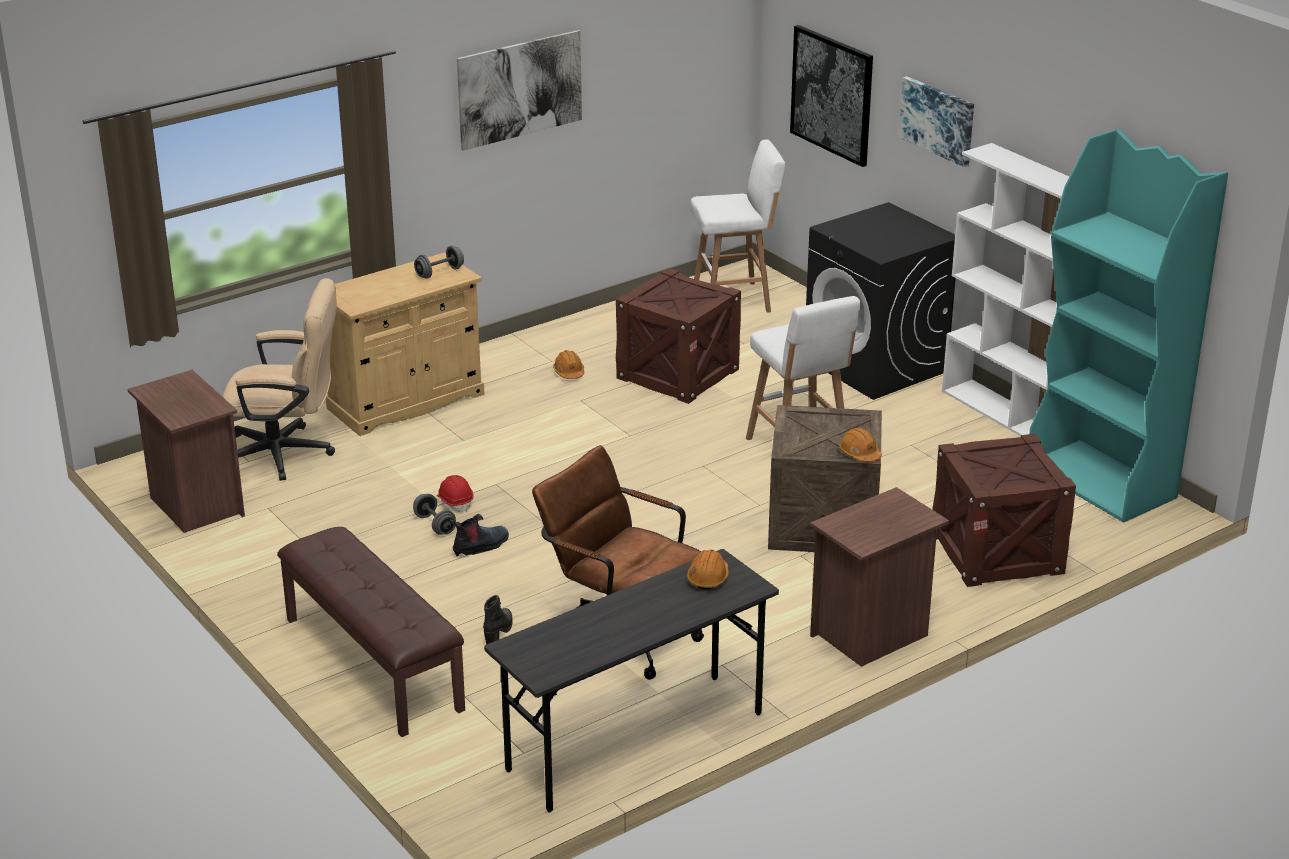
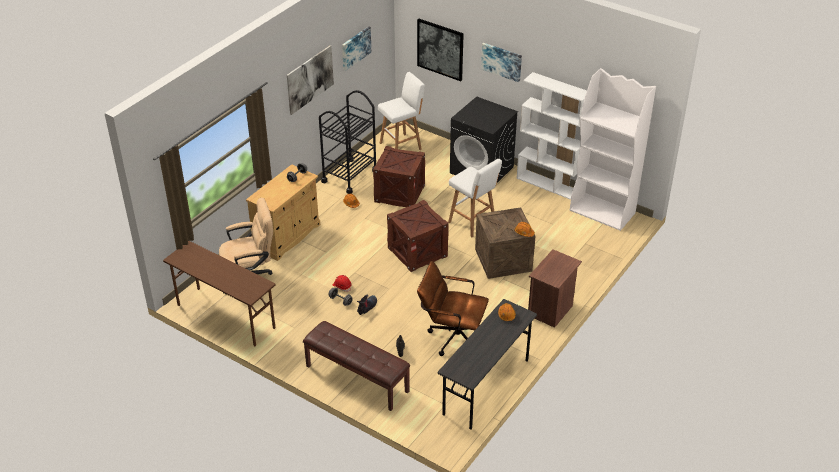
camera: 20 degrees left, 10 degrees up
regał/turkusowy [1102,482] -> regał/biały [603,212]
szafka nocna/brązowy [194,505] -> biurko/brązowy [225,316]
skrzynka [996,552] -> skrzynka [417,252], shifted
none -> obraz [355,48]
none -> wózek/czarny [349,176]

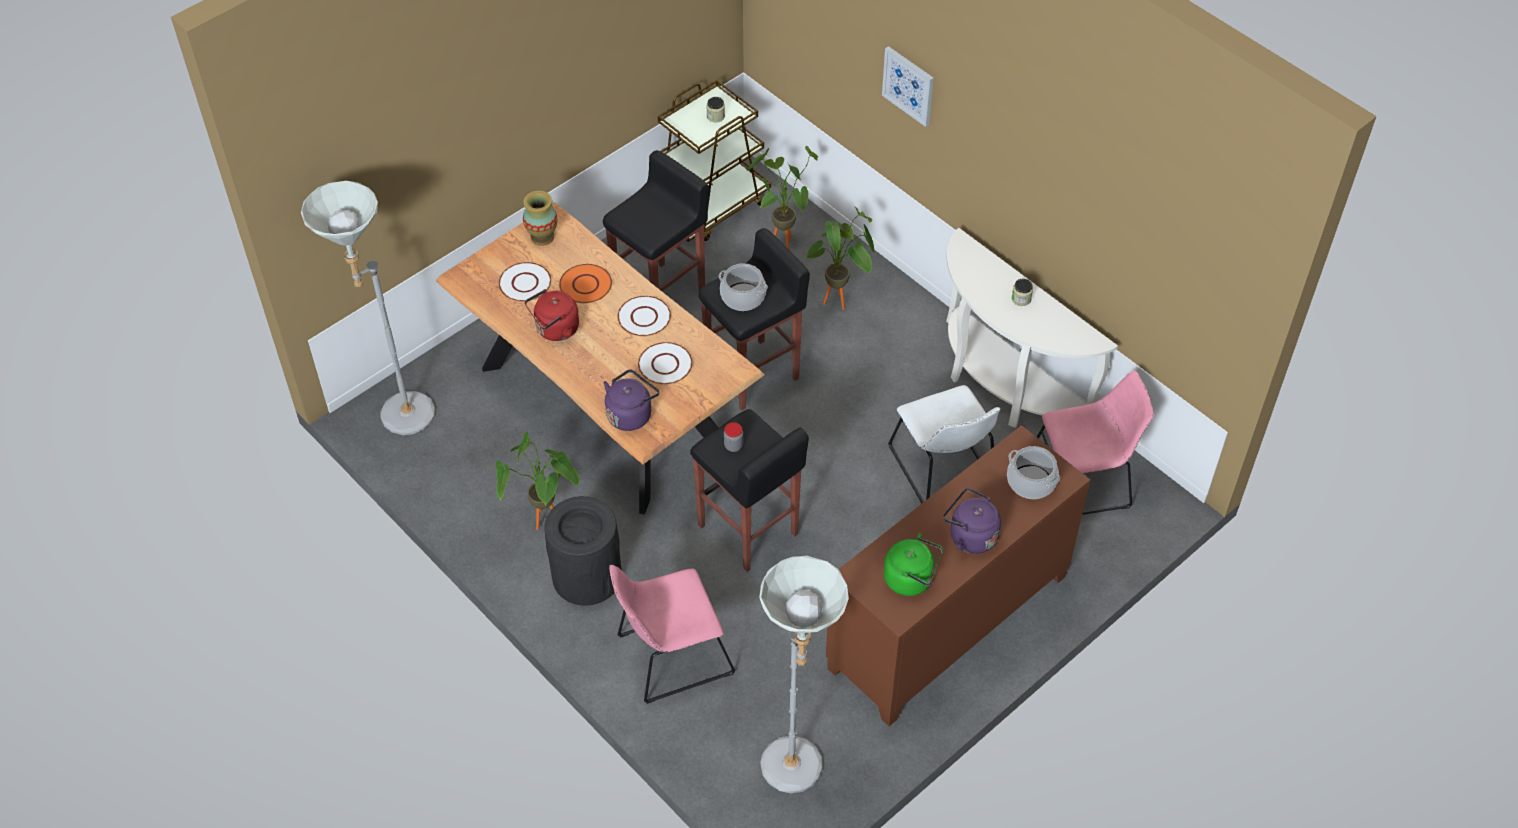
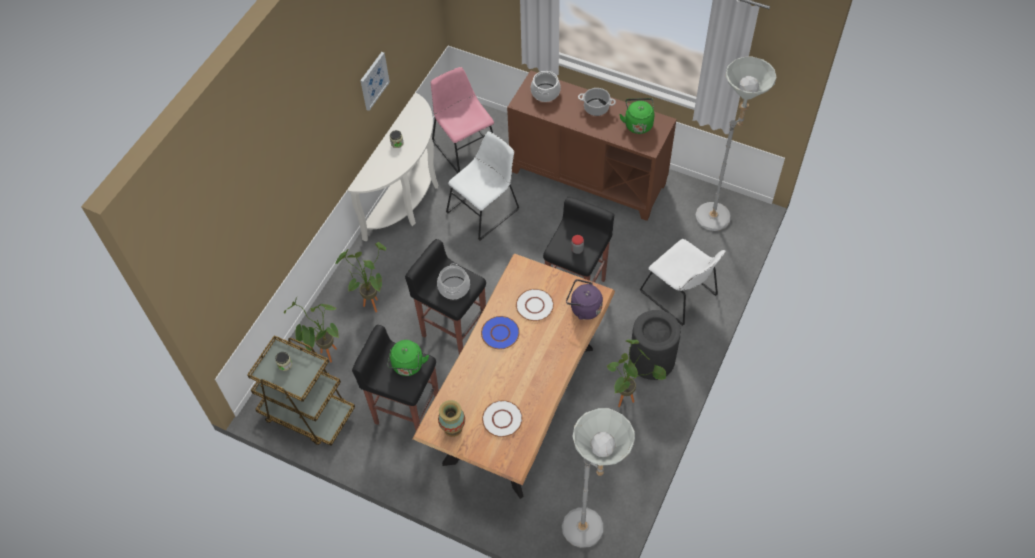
camera: 110 degrees left, 5 degrees up
obraz [908,85] -> obraz [374,80], shifted
talerz/pomarańczowy [585,285] -> none
czajnik/czerwony [555,330] -> none
talerz/biały [644,317] -> talerz/niebieski [500,333]
czajnik/fioletowy [970,536] -> garnek [596,108]
krzesło/różowy [670,656] -> krzesło/biały [681,295]
none -> czajnik/zielony [408,366]

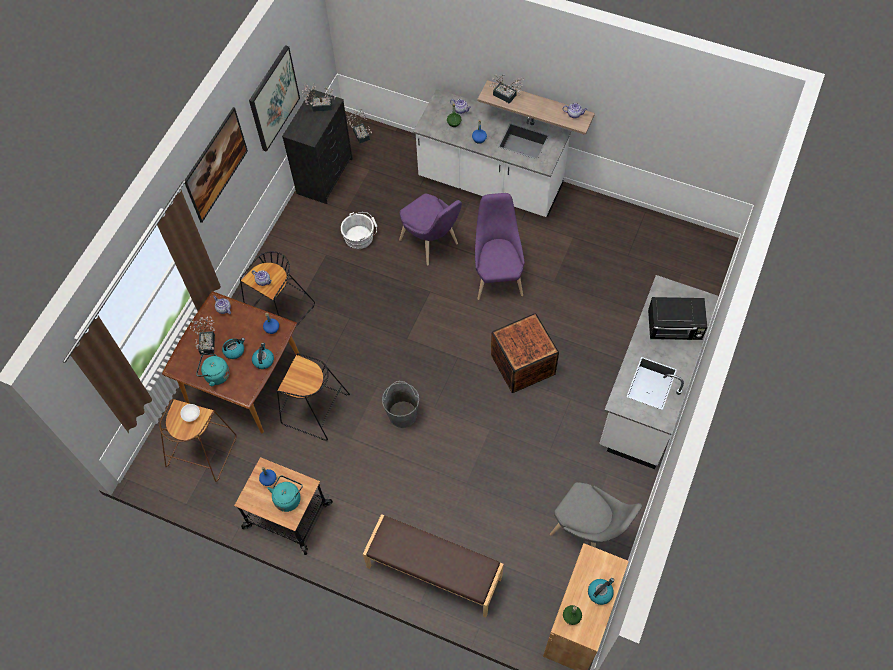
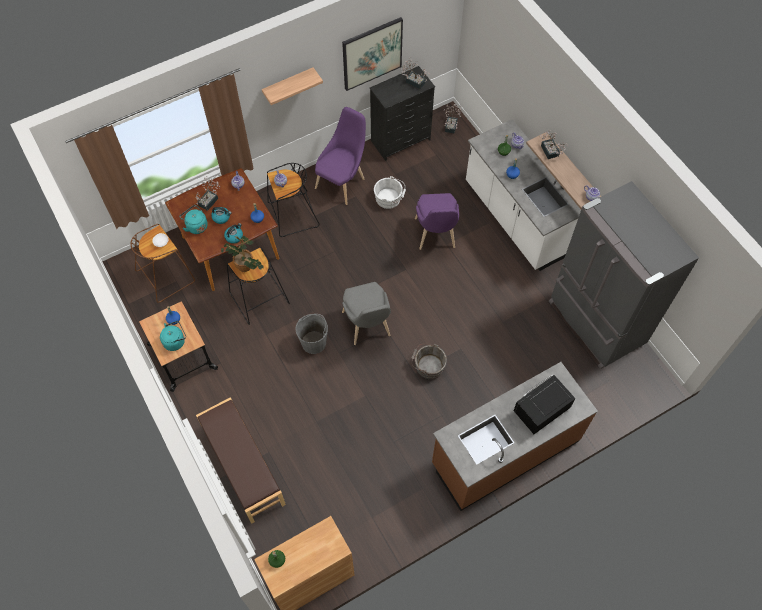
camera: 35 degrees right, 0 degrees up
obraz [220,175] -> półka [288,85]
krzesło/fioletowy [497,276] -> krzesło/fioletowy [342,181], shifted
zabudowa kuchenna/biały [648,392] -> zabudowa kuchenna/brązowy [504,452]
mikrofalówka/czarny [674,328] -> mikrofalówka/czarny [540,411], 105 degrees clockwise
skrzynka [522,364] -> wiadro/szary [428,366]
krzesło/szary [588,531] -> krzesło/szary [368,327], shifted
czajnik [600,592] -> none
none -> lodówka/szary [594,323]
none -> roślina doniczkowa [246,269]

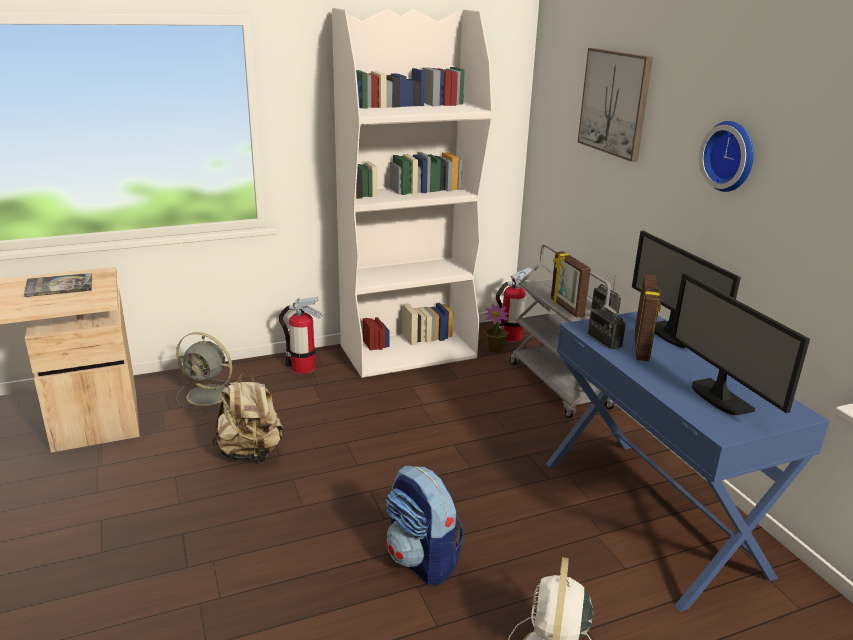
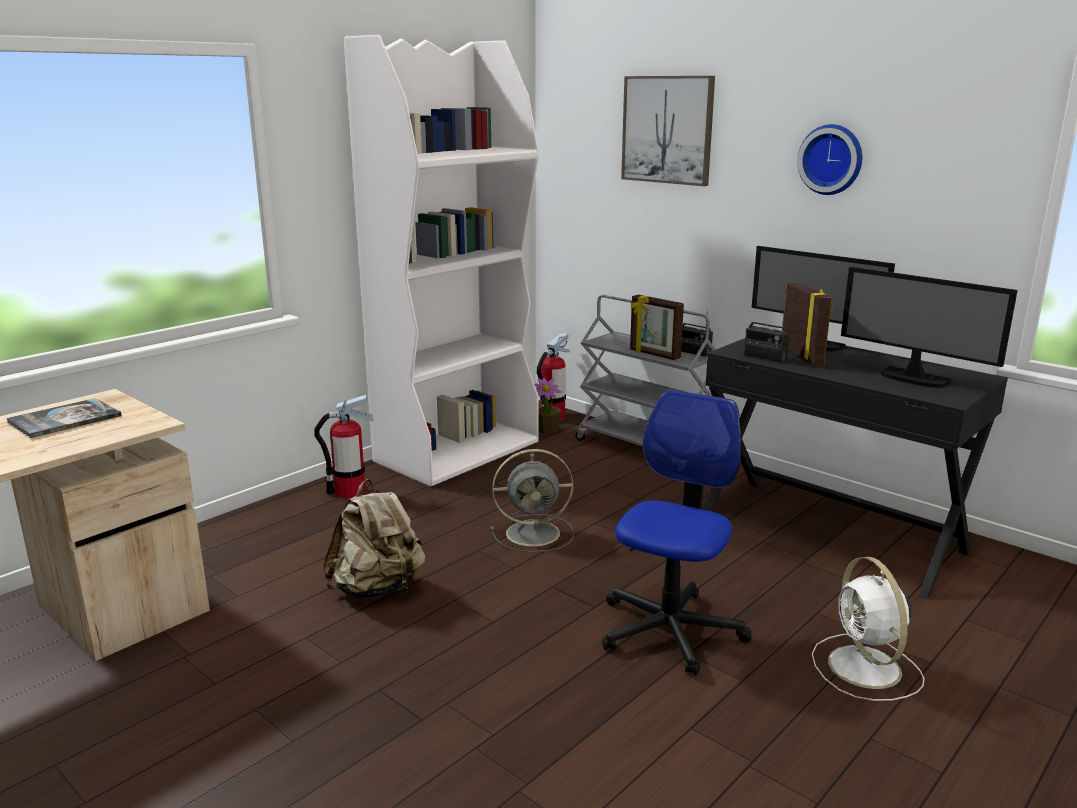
camera: 25 degrees left, 5 degrees down
biurko/niebieski [651,515] -> biurko/czarny [831,532]
wentylator/szary [209,395] -> wentylator/szary [535,533], shifted
plecak [422,560] -> krzesło biurowe [670,630]

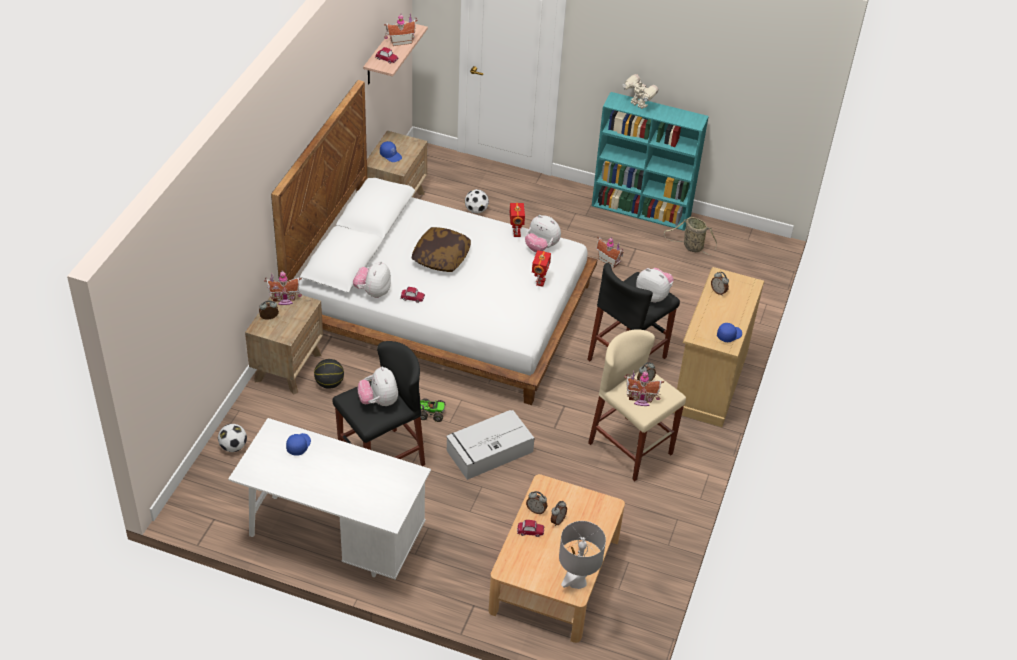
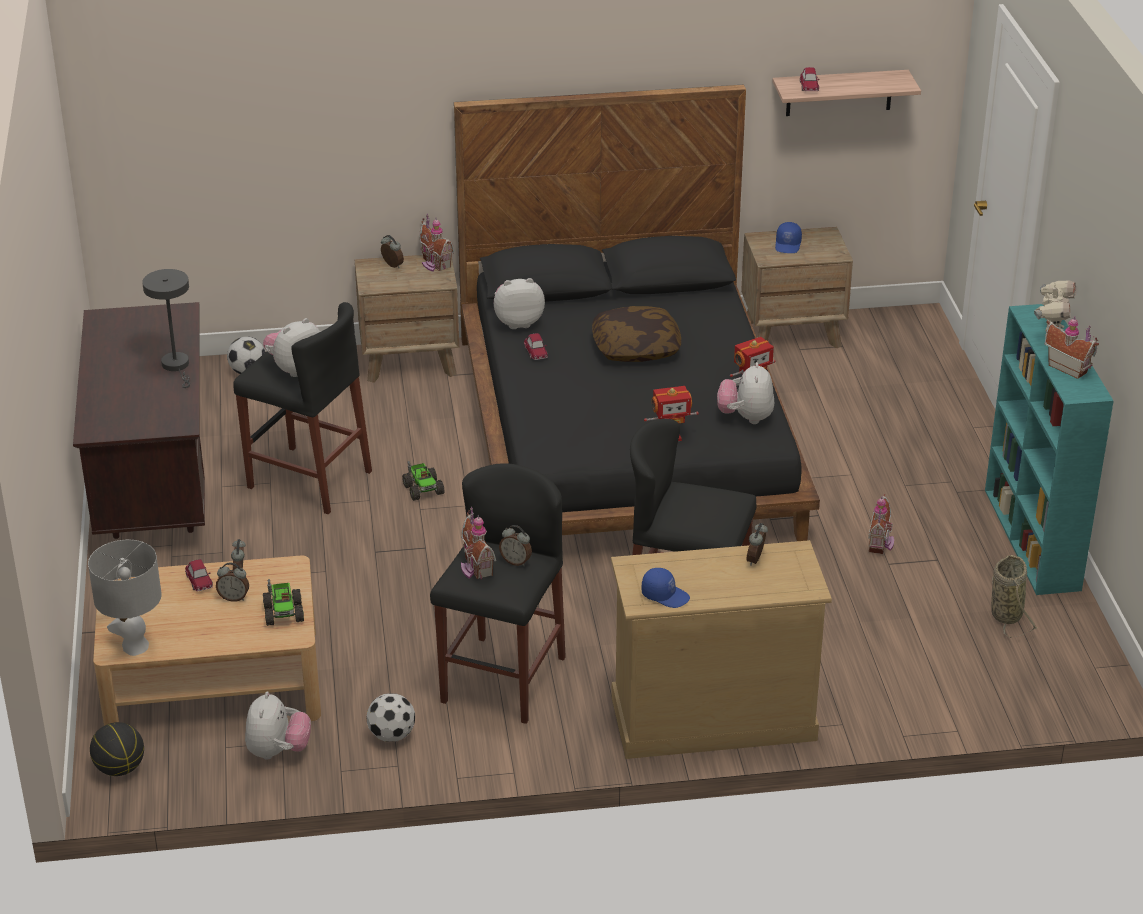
camera: 65 degrees right, 10 degrees down
domek [400,41] -> domek [1069,367], shifted
łóżko/biały [443,307] -> łóżko/czarny [628,434]
piłka futbolowa [476,210] -> piłka futbolowa [391,735], shifted
pluszak [653,296] -> pluszak [278,751], shifted
stołek/beżowy [630,448] -> stołek/czarny [503,680]
piłka do koszykówki [329,383] -> piłka do koszykówki [119,769], shifted
pojemnik do przechowywania/szary [488,451] -> none
biurko/biały [334,539] -> biurko/brązowy [154,489]
czapka z daszkiem/niebieski [298,445] -> none
none -> lampa stołowa/szary [177,366]
none -> ciężarówka zabawkowa [284,613]

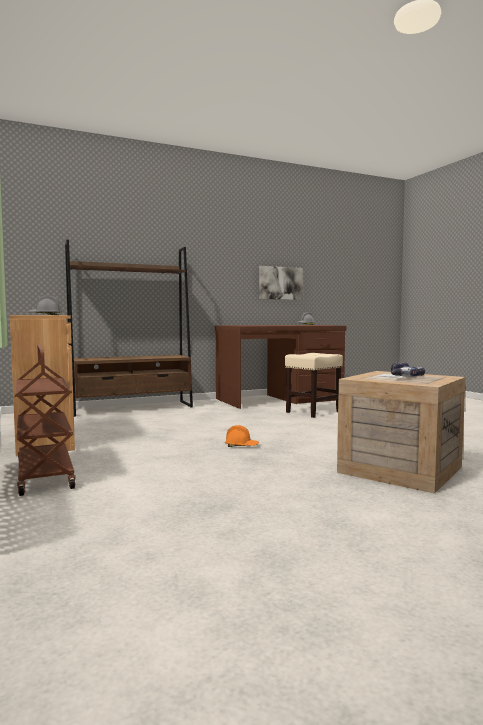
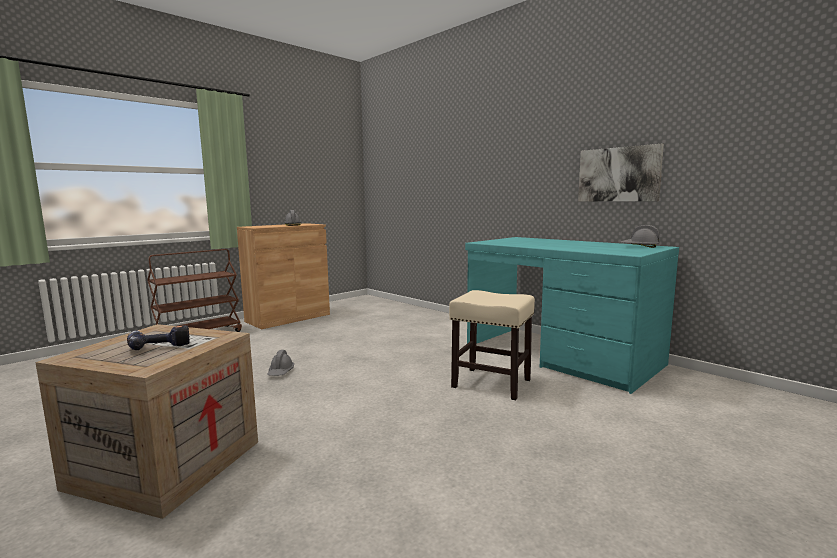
camera: 70 degrees right, 5 degrees up
regał/brązowy [132,408] -> none
biurko/brązowy [280,399] -> biurko/turkusowy [560,355]
kask/pomarańczowy [241,446] -> kask/szary [281,372]

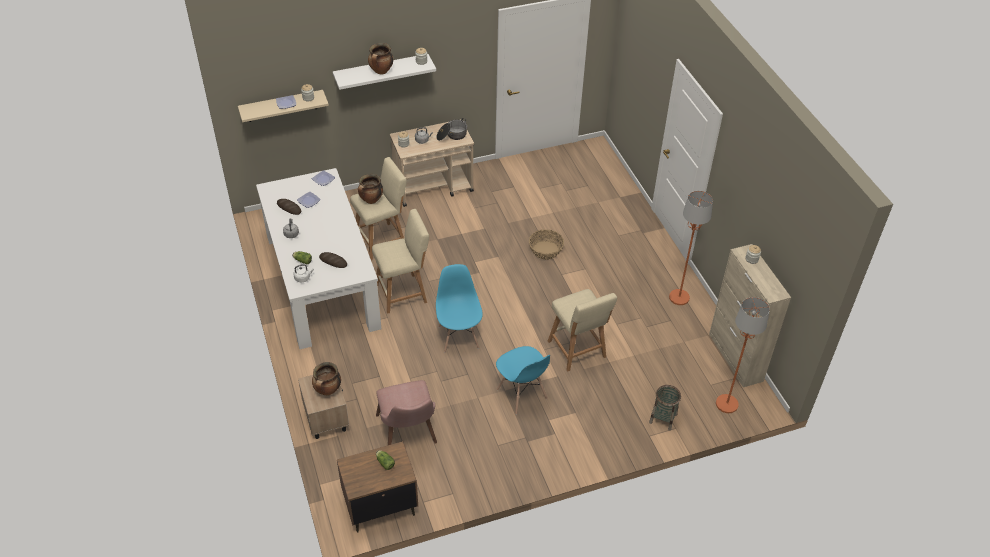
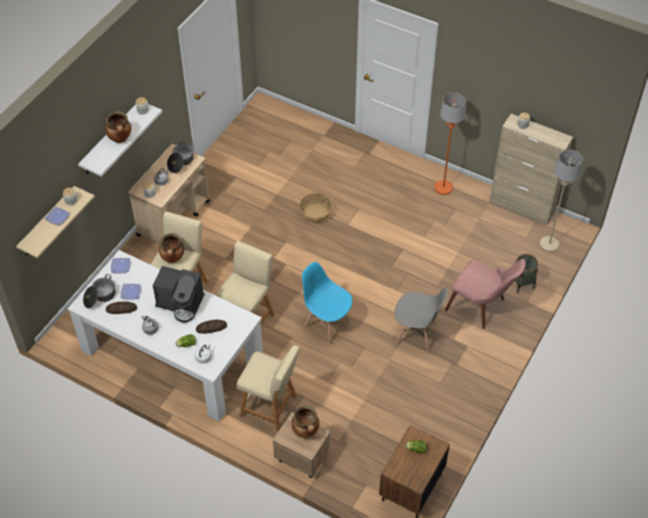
camera: 40 degrees left, 5 degrees up
stołek/beżowy [578,351] -> stołek/beżowy [271,407], shifted
lampa stojąca/pomarańczowy [727,404] -> lampa stojąca/beżowy [549,244]
krzesło/niebieski [521,394] -> krzesło/szary [416,335]
krzesło/różowy [409,435] -> krzesło/różowy [482,307], shifted
none -> ekspres do kawy [181,303]
none -> garnek [100,297]

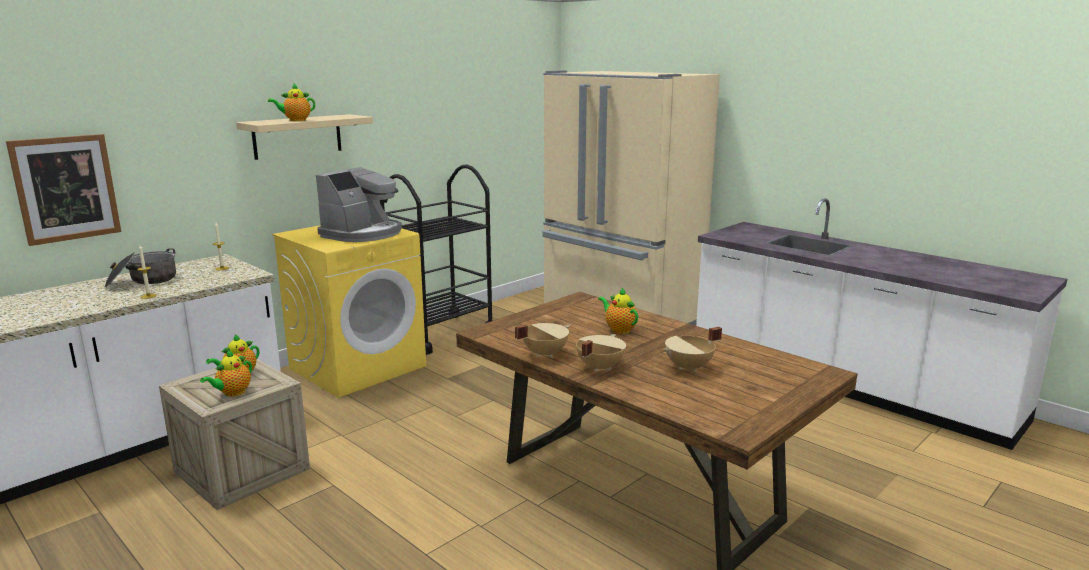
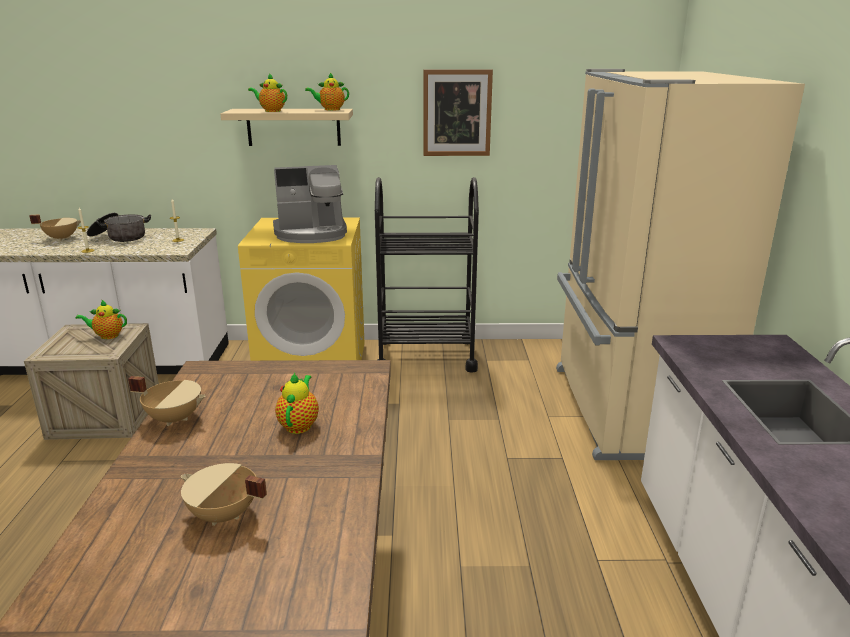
camera: 45 degrees right, 5 degrees up
obraz [66,188] -> obraz [457,113], shifted
garnek/beżowy [599,367] -> garnek/beżowy [61,238], shifted
imbryk [232,393] -> imbryk [330,109], shifted

